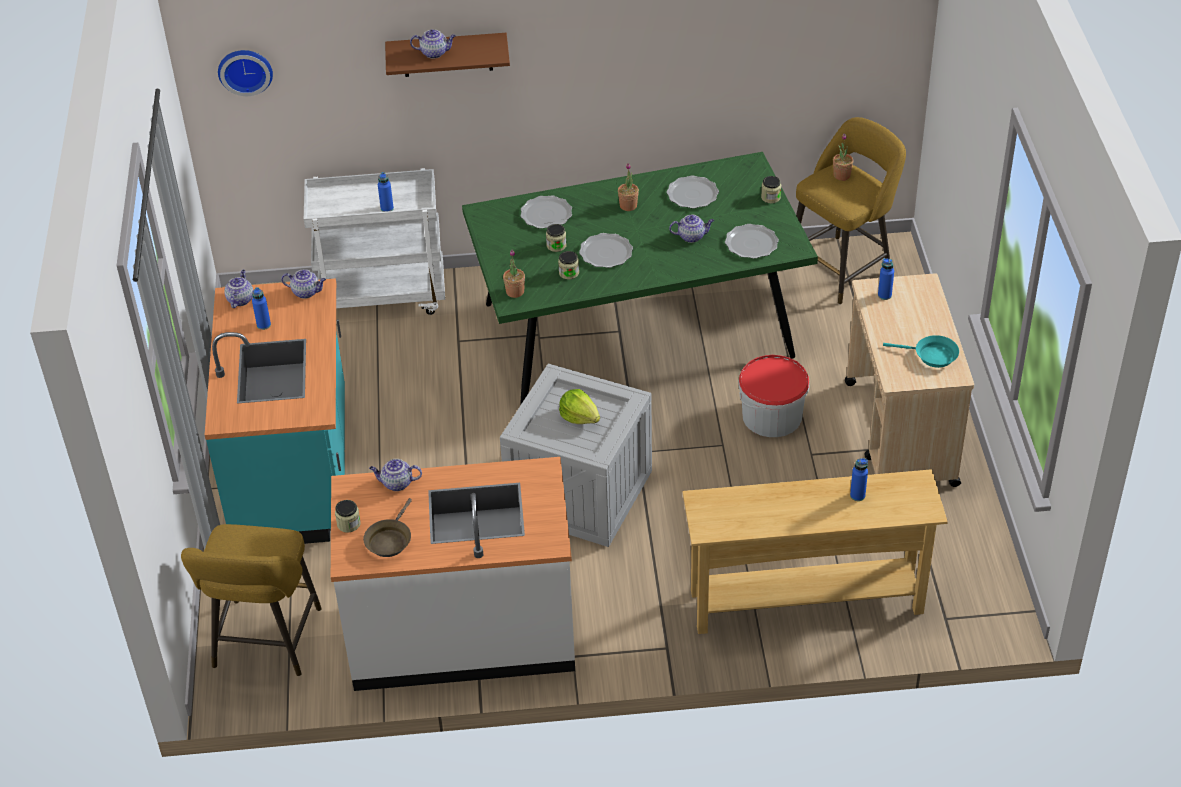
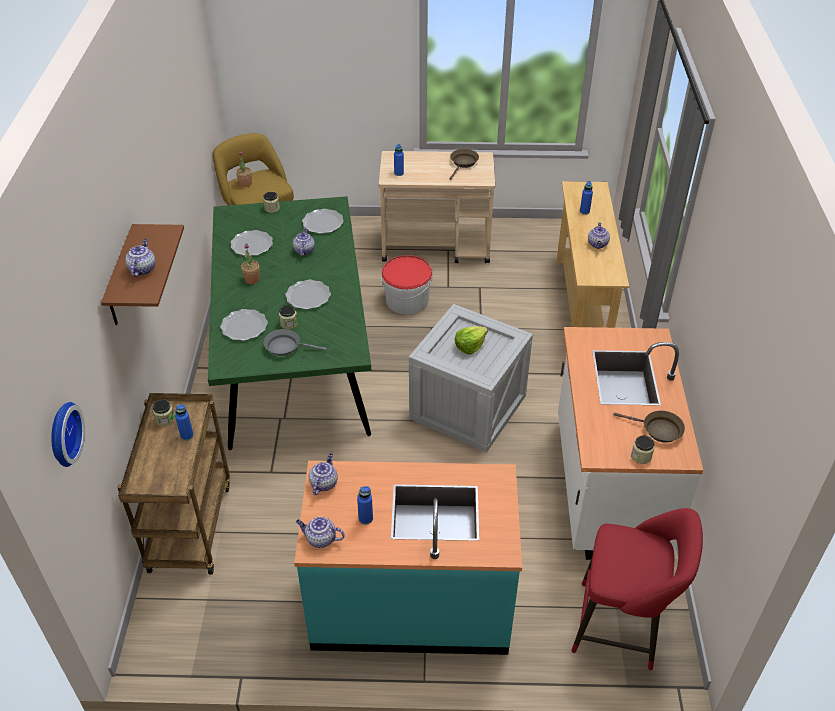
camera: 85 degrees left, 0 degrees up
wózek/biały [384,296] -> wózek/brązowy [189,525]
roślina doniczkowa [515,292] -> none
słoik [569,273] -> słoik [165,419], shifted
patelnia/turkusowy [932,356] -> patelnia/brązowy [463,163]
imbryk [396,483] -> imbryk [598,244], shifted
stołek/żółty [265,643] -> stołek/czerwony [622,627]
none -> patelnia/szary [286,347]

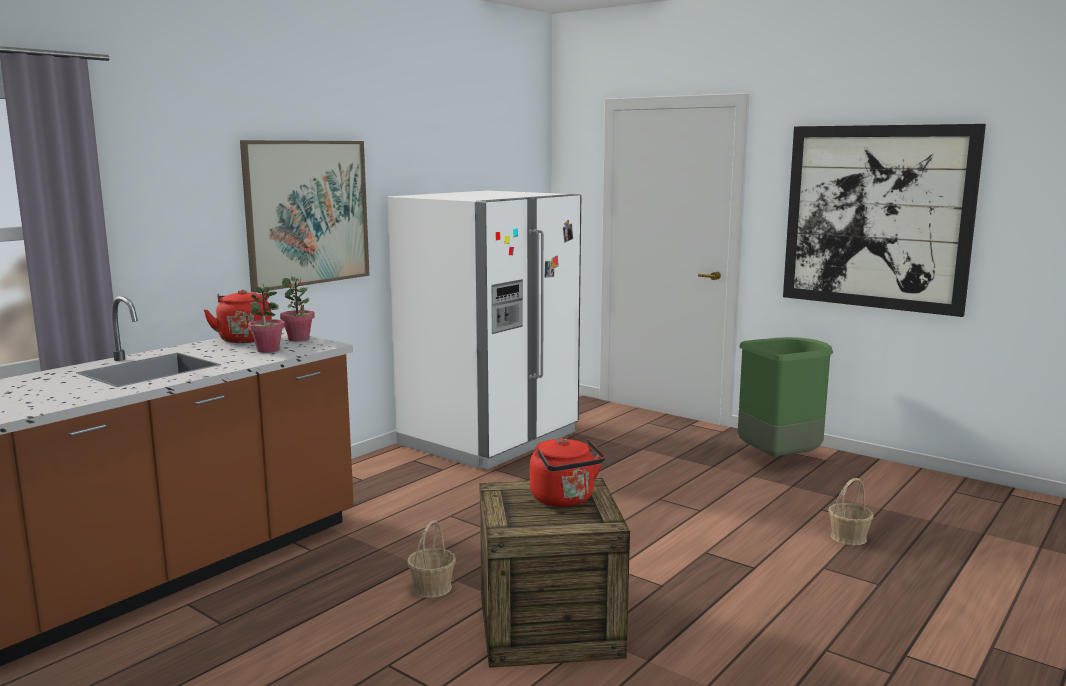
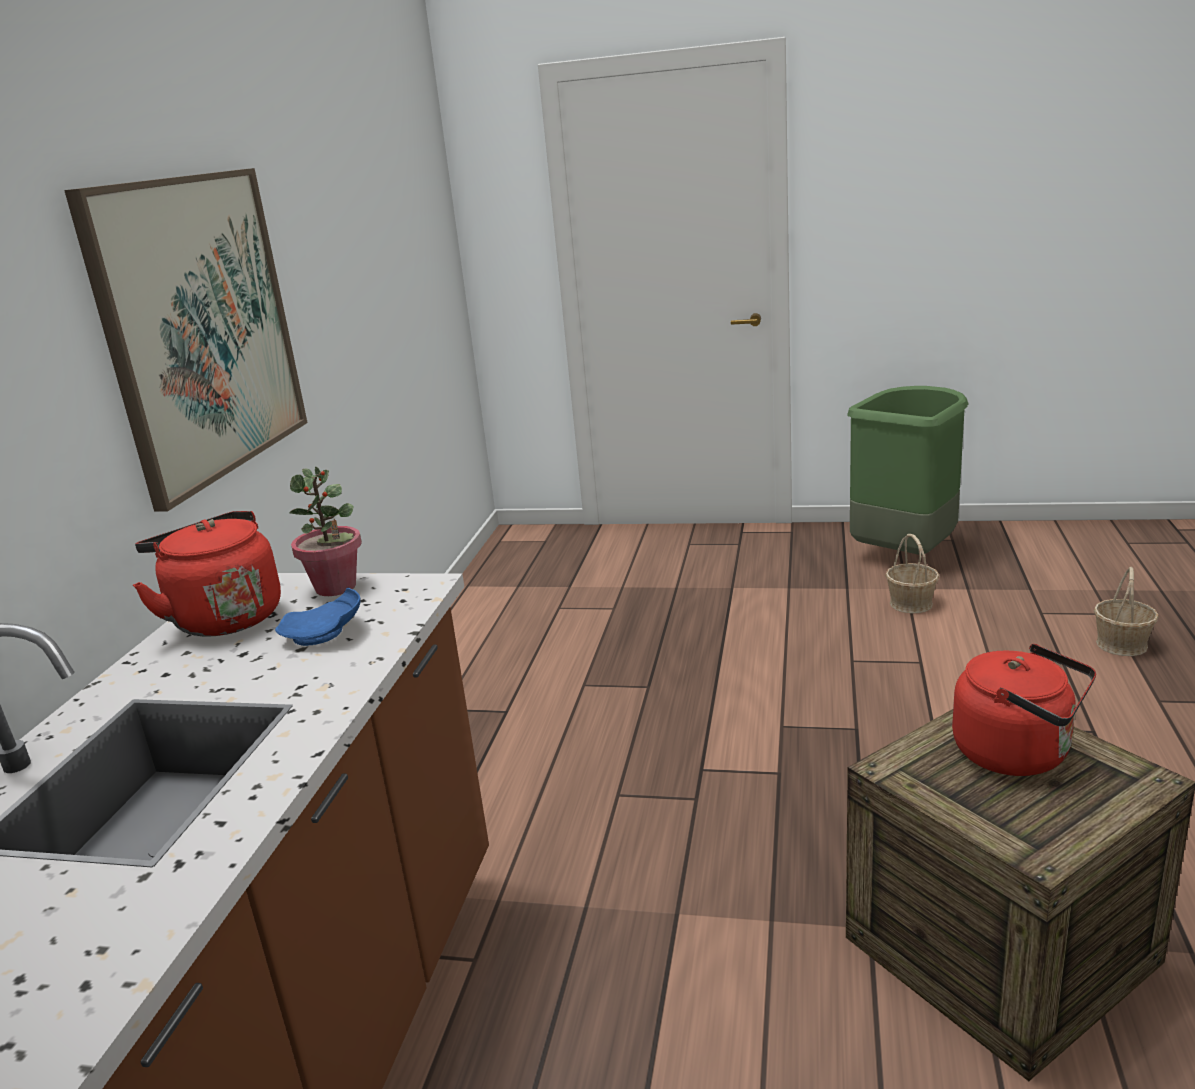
camera: 25 degrees left, 10 degrees up
obraz [877,217] -> none
lodówka/biały [489,439] -> none
roślina doniczkowa [268,350] -> talerz/niebieski [324,634]
koszyk [432,587] -> koszyk [911,603], shifted

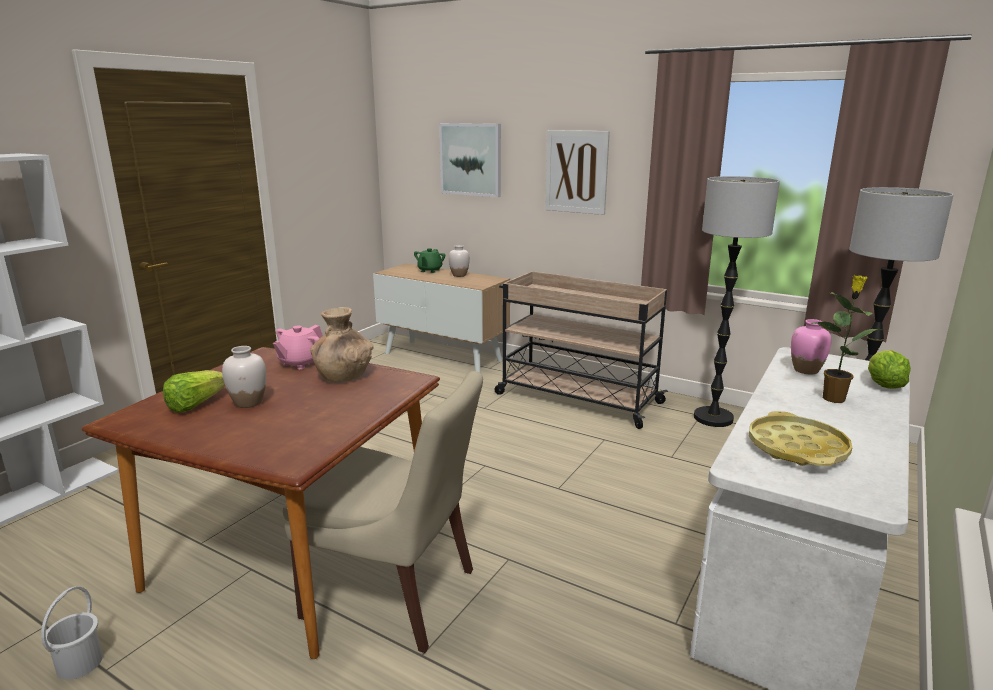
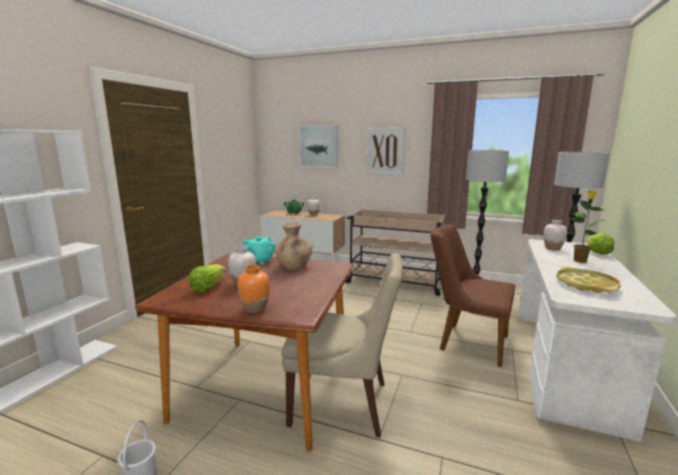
camera: 10 degrees left, 5 degrees down
wazon/różowy [806,370] -> wazon/biały [552,249]
imbryk/różowy [300,363] -> imbryk/turkusowy [259,261]
none -> krzesło/brązowy [466,341]
none -> wazon/pomarańczowy [255,309]

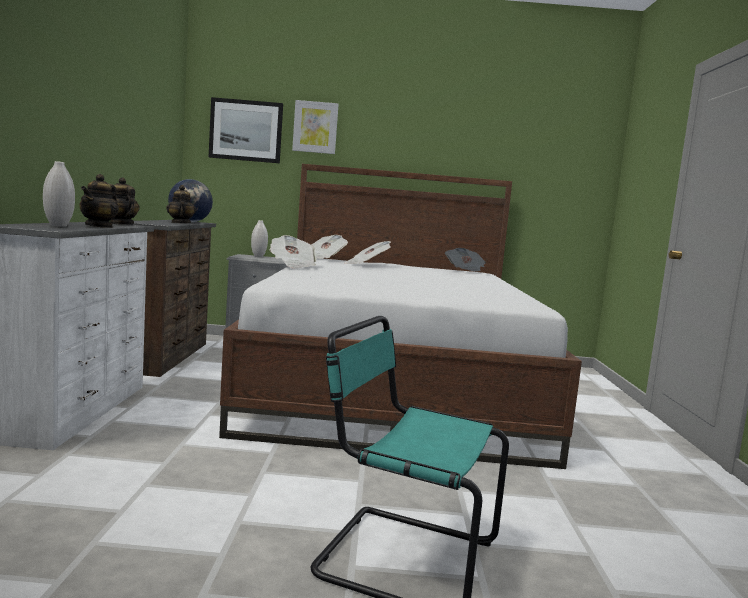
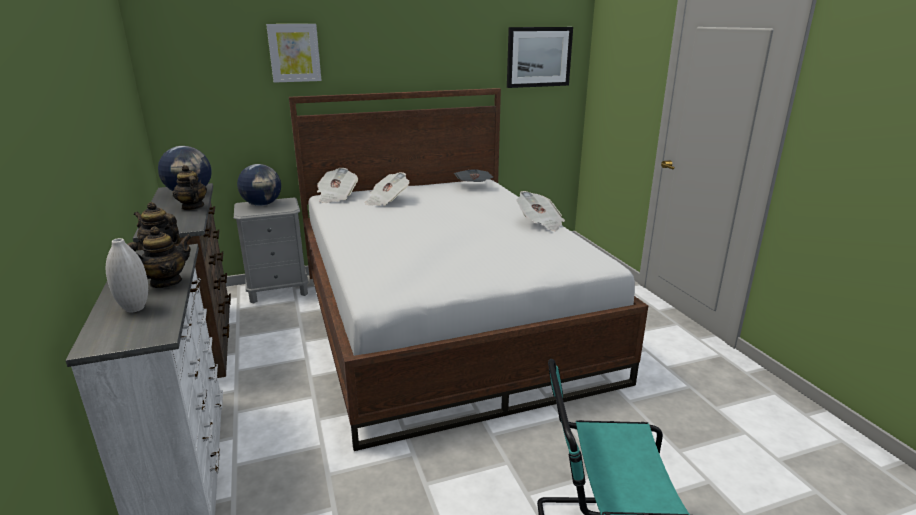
camera: 20 degrees left, 15 degrees up
obraz [246,130] -> obraz [538,57], shifted
imbryk [99,226] -> imbryk [165,282], 120 degrees counterclockwise
wazon/biały [258,256] -> globus [262,204]
gazeta [292,265] -> gazeta [540,223], shifted

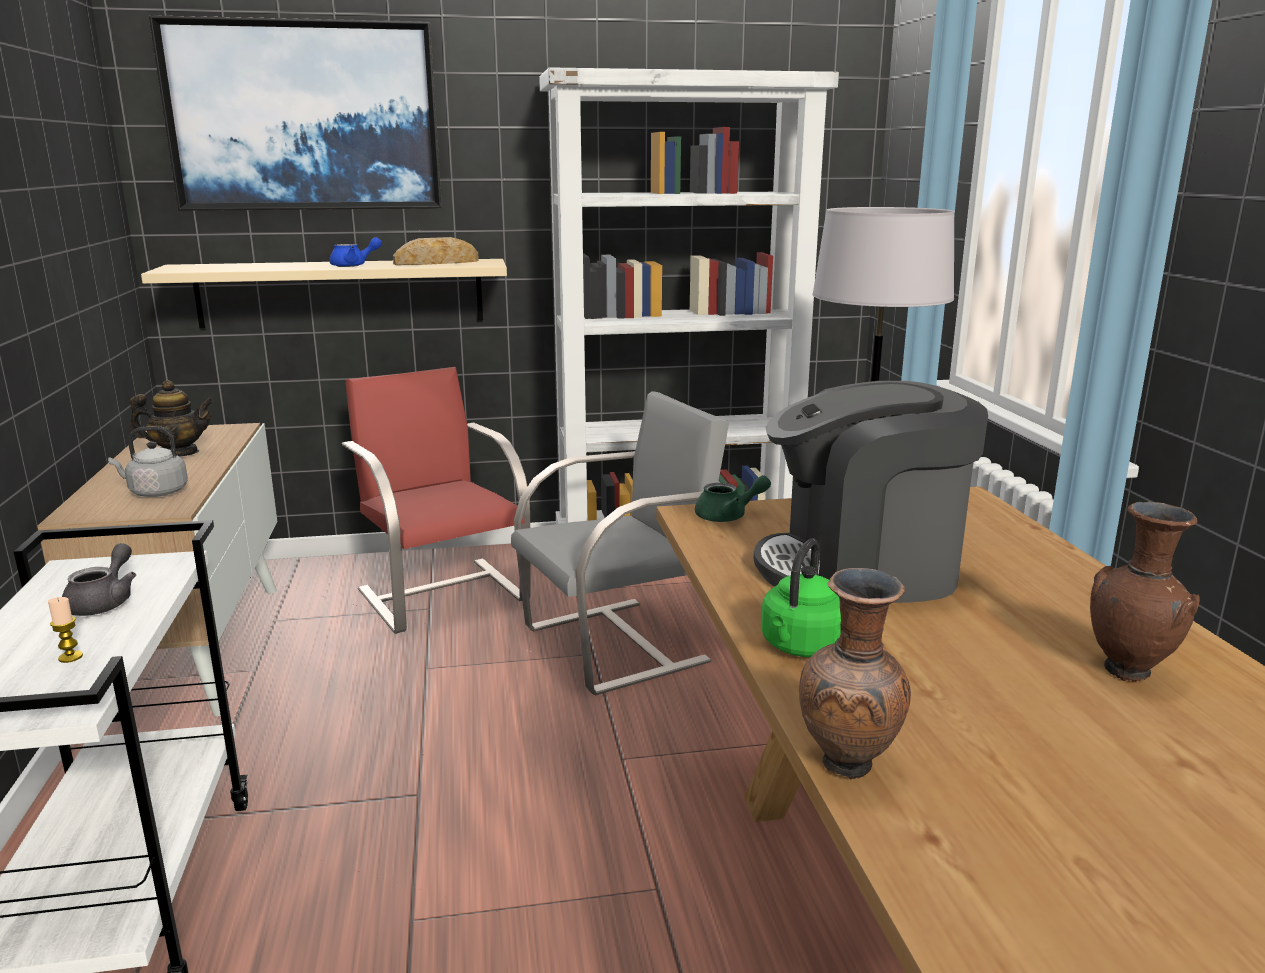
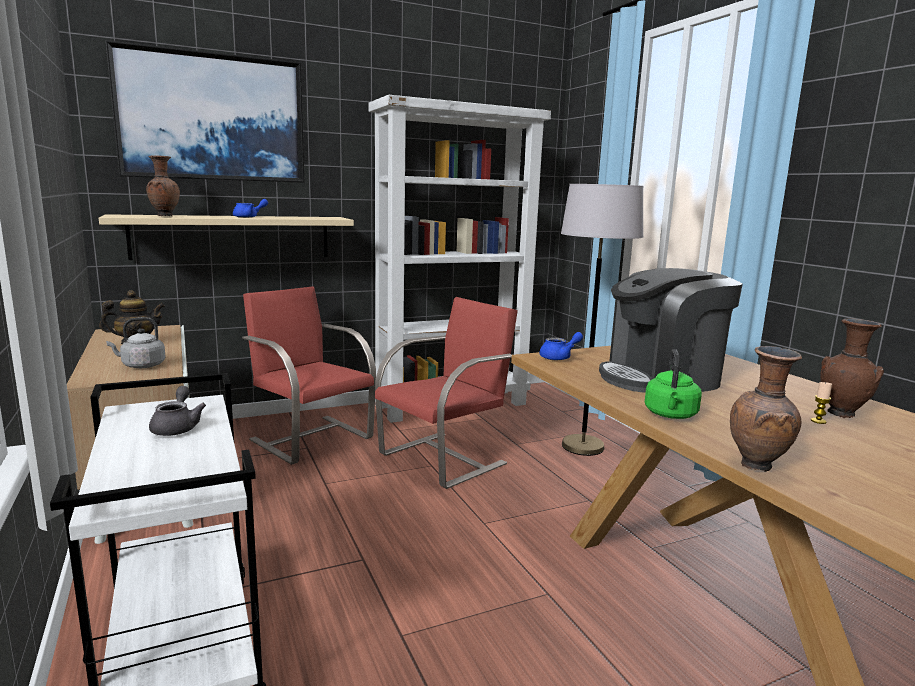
camera: 15 degrees left, 5 degrees down
chleb [436,262] -> none
krzesło/szary [619,644] -> krzesło/czerwony [444,458]
imbryk/zielony [728,516] -> imbryk/niebieski [559,357]
świeca [70,657] -> świeca [818,421], shifted
none -> wazon/brązowy [164,216]

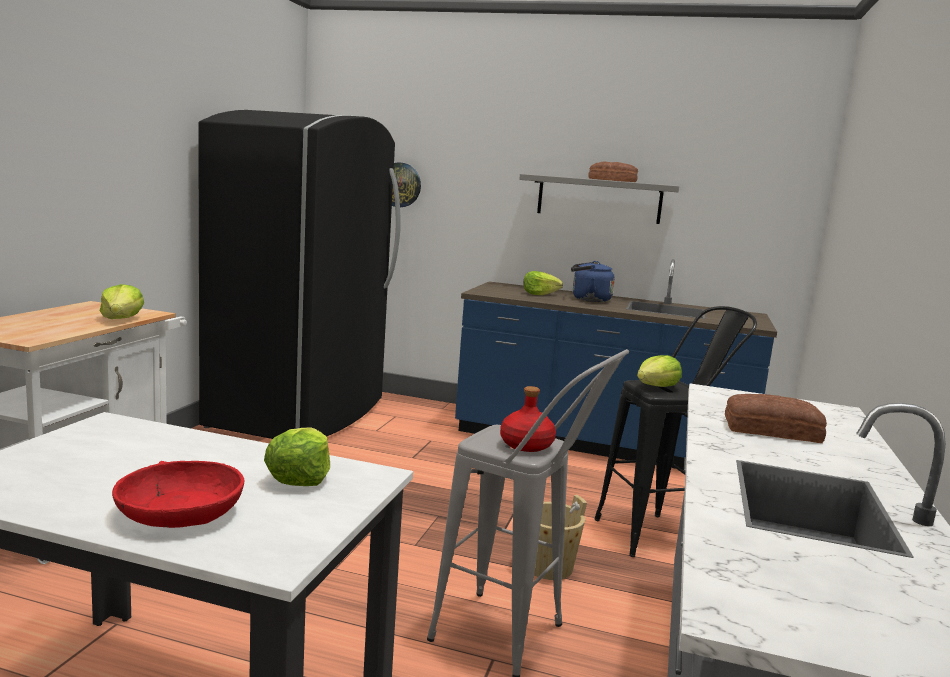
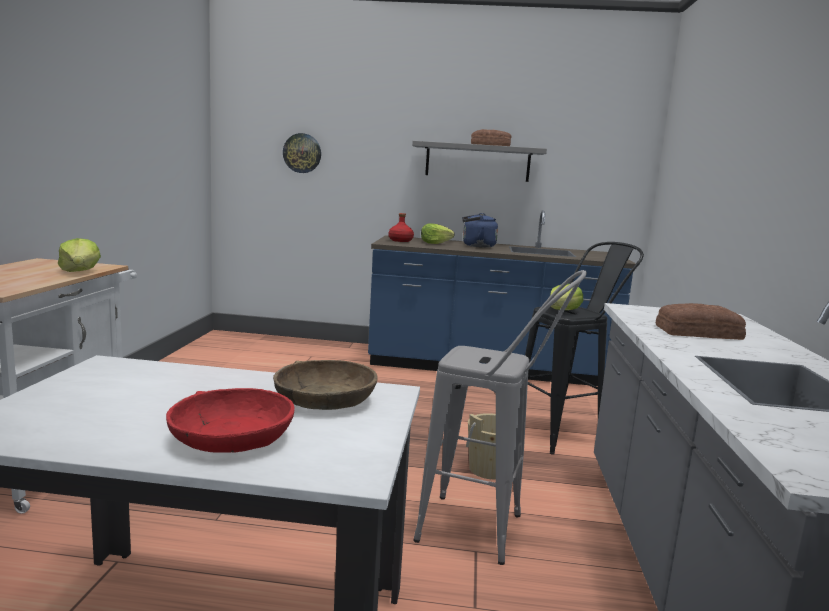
camera: 10 degrees left, 0 degrees up
lodówka/czarny [301,413] -> none
butelka/czerwony [526,445] -> butelka/czerwony [400,240], shifted
sałata [299,477] -> miska/brązowy [324,399]

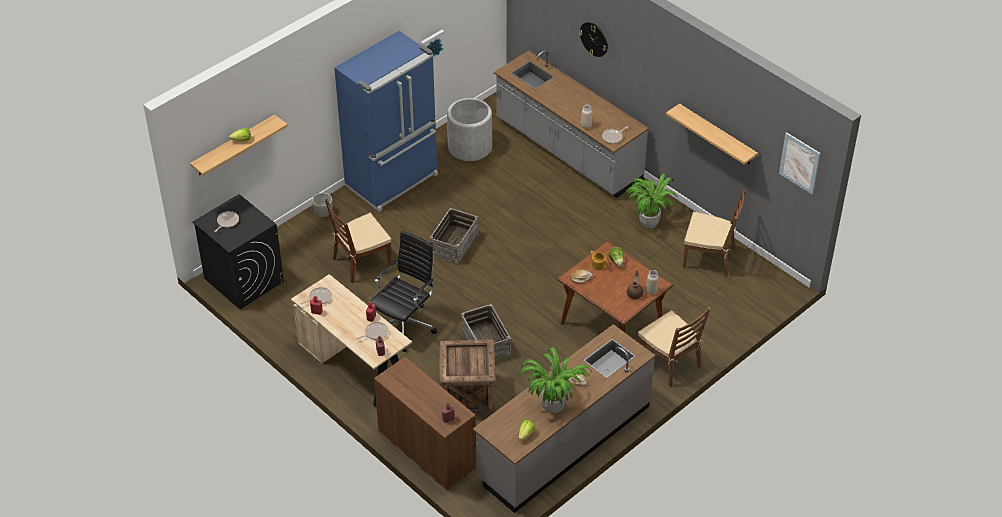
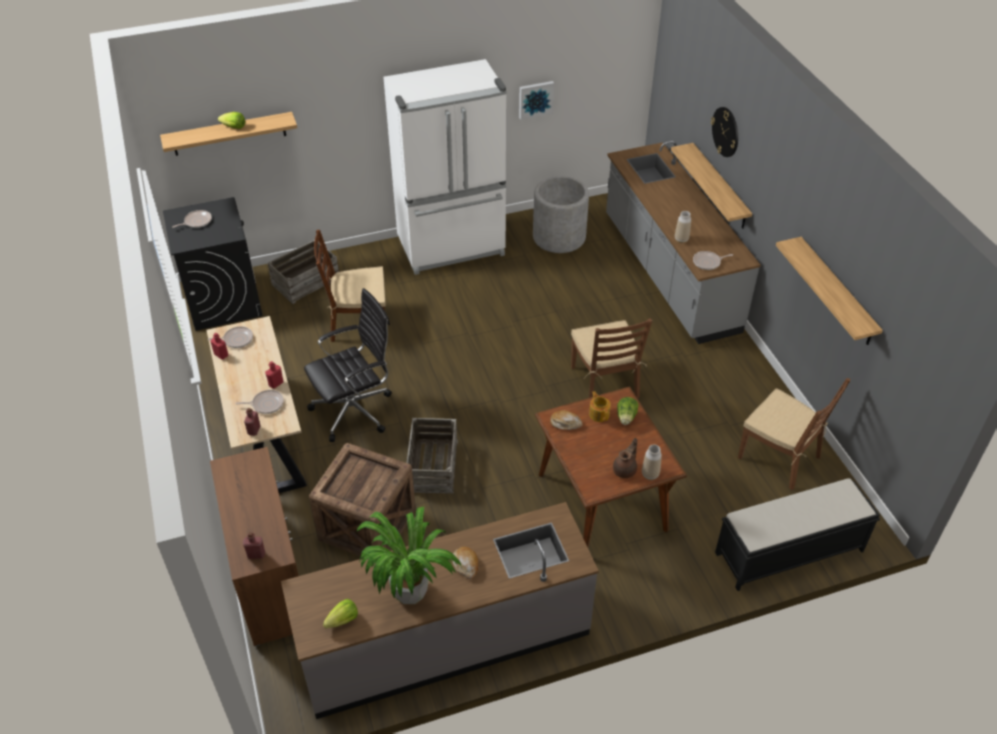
camera: 25 degrees right, 0 degrees up
lodówka/niebieski [393,181] -> lodówka/biały [452,248]
obraz [799,163] -> none
roślina doniczkowa [649,222] -> none
donica [323,213] -> none
skrzynka [454,244] -> skrzynka [305,281], shifted
krzesło/brązowy [669,363] -> krzesło/brązowy [605,382], shifted
none -> półka [719,186]
none -> ławka/czarny [788,552]

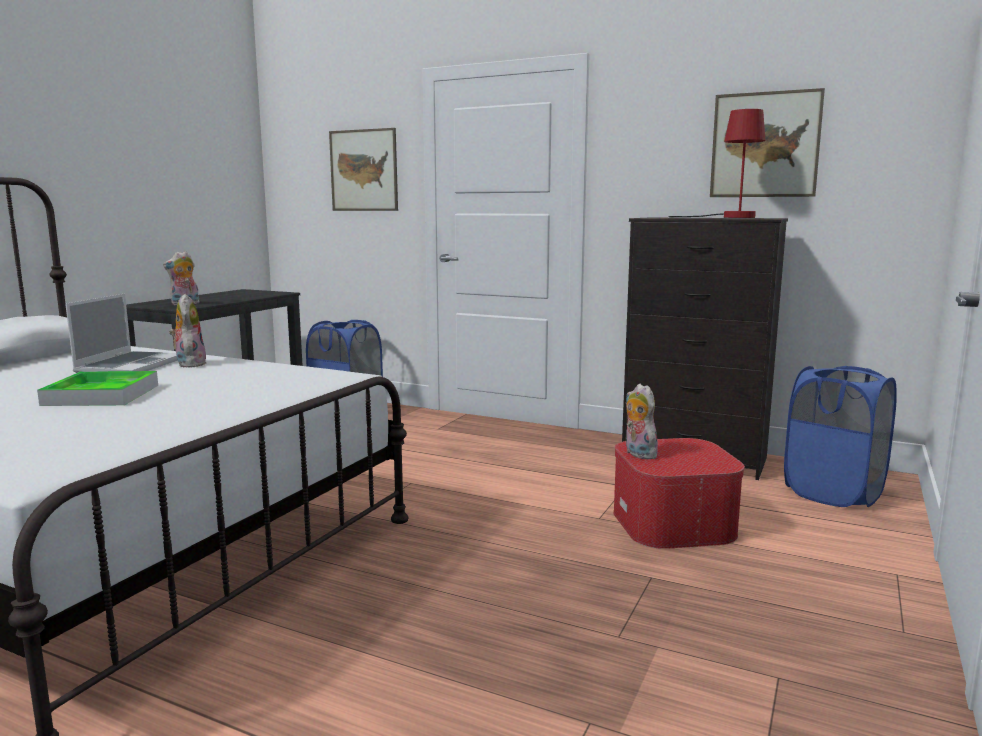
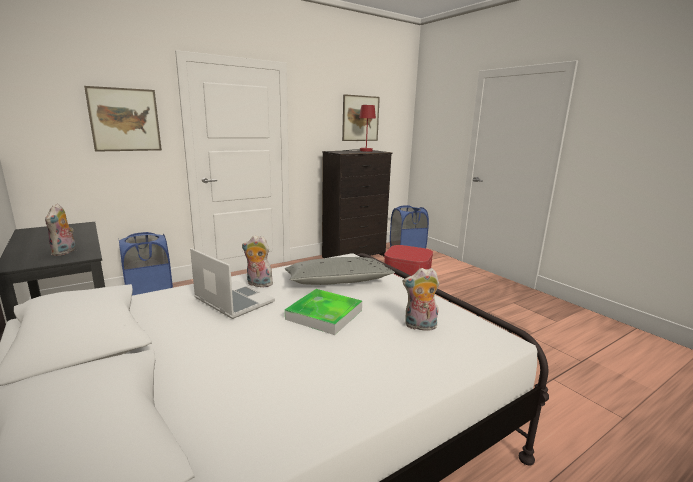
camera: 60 degrees left, 5 degrees up
pluszak [637,454] -> pluszak [419,326], shifted
none -> poduszka/szary [337,282]

